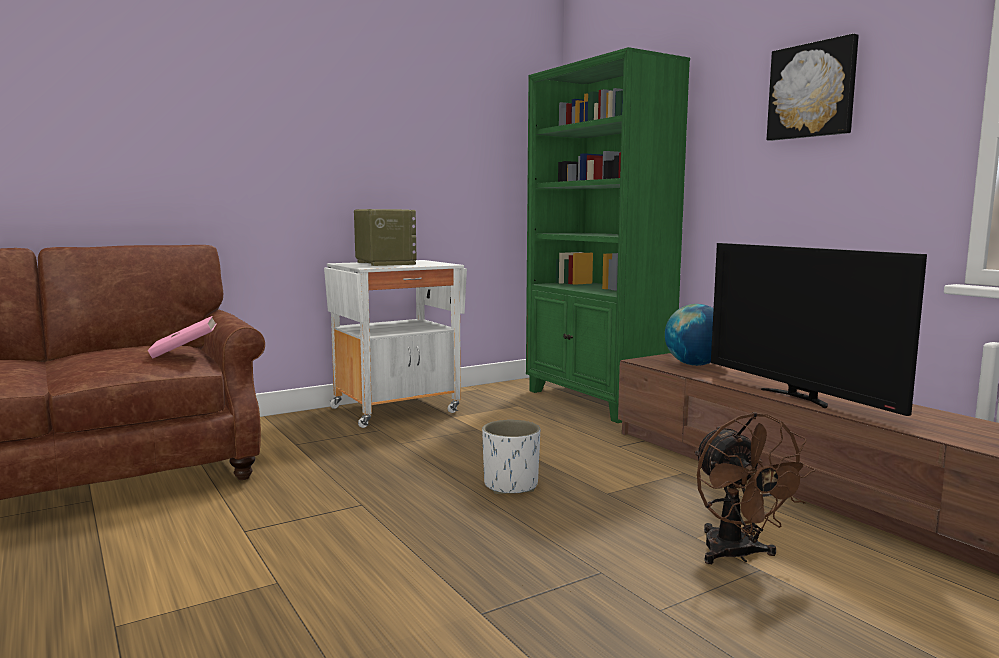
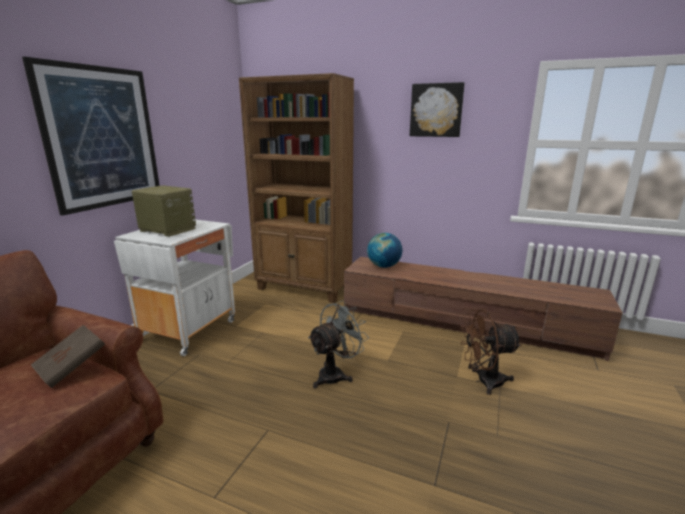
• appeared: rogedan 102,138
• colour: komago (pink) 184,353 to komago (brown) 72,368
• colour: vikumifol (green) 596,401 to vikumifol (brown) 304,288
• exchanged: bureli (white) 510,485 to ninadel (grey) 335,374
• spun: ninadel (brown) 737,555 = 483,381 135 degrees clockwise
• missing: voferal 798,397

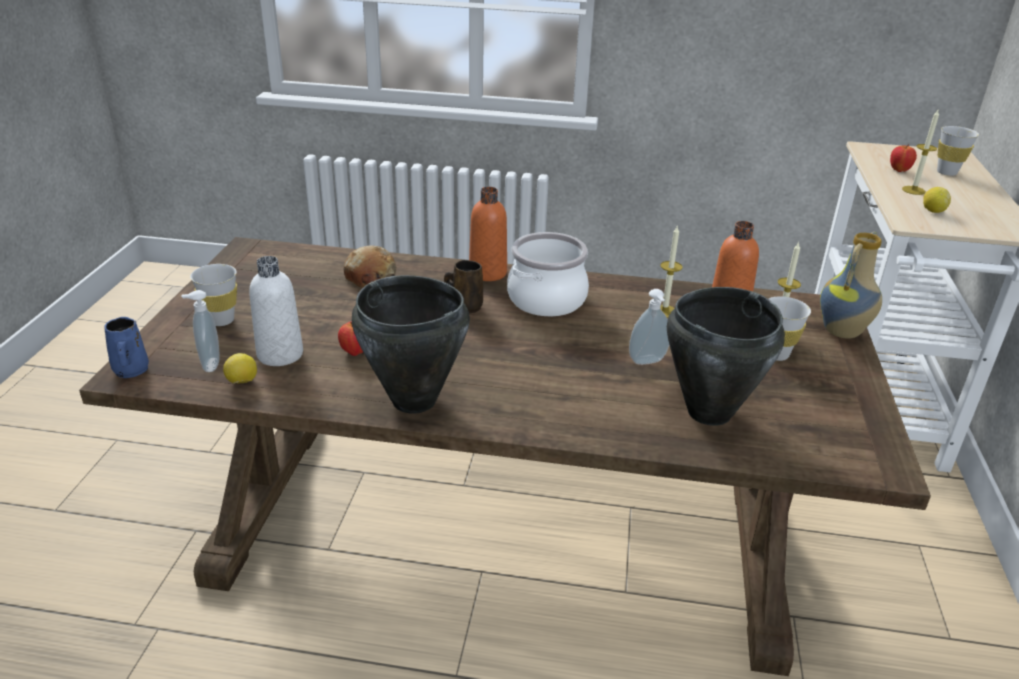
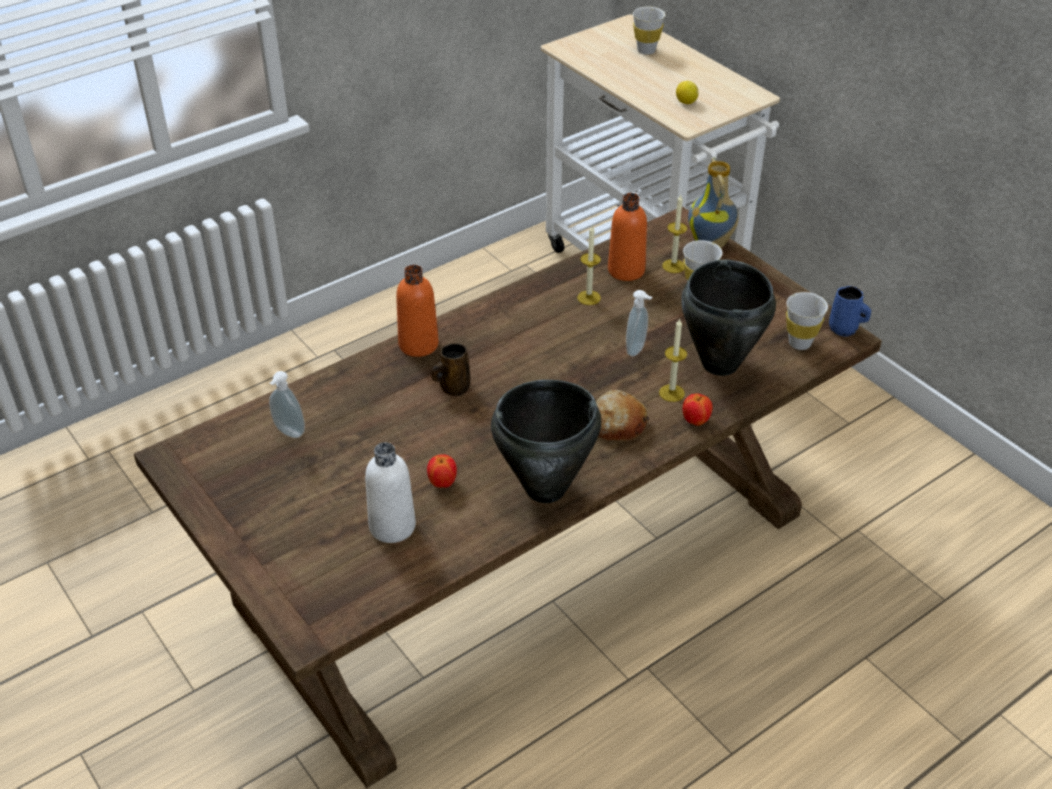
• relocated: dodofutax 209,364 to 288,433
• relocated: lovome 371,277 to 617,424
• relocated: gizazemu 913,190 to 671,393
• relocated: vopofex 899,170 to 695,421
• relocated: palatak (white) 221,320 to 799,343
• relocated: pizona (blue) 131,371 to 844,329
• missing: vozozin 242,382
• missing: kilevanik 546,299

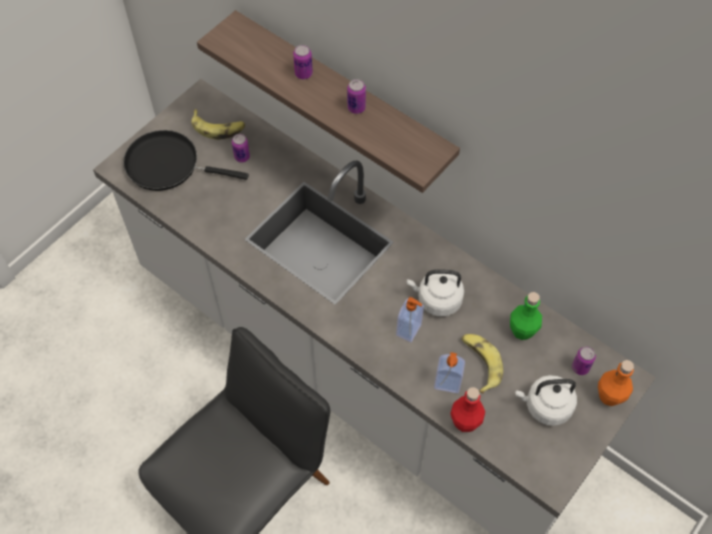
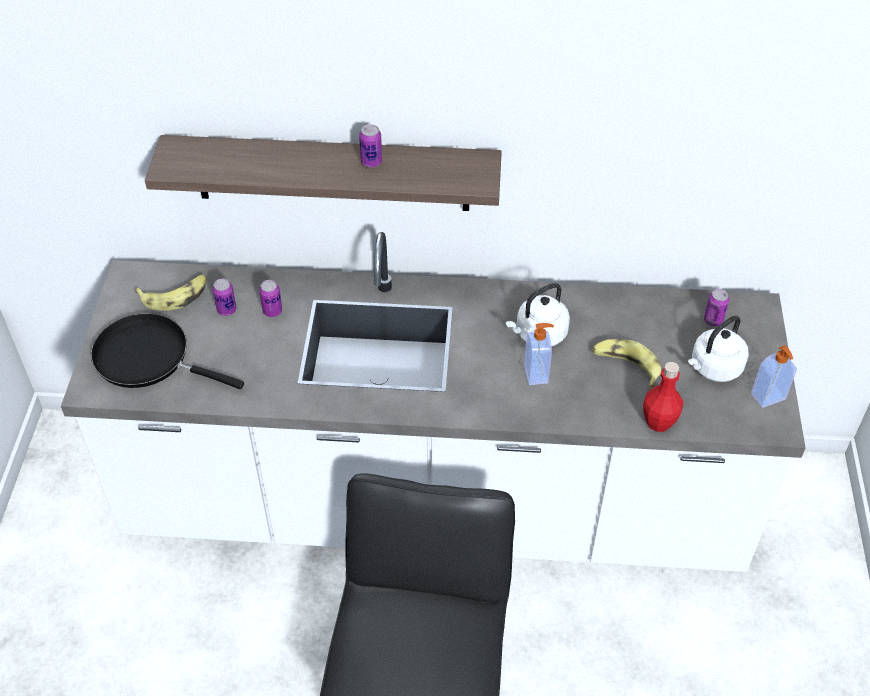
• spun: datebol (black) 168,165 = 148,357 45 degrees clockwise
• relocated: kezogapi 303,74 to 272,311
• relocated: dodofutax 447,384 to 768,397
• missing: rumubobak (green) 522,331
• missing: rumubobak (orange) 609,396

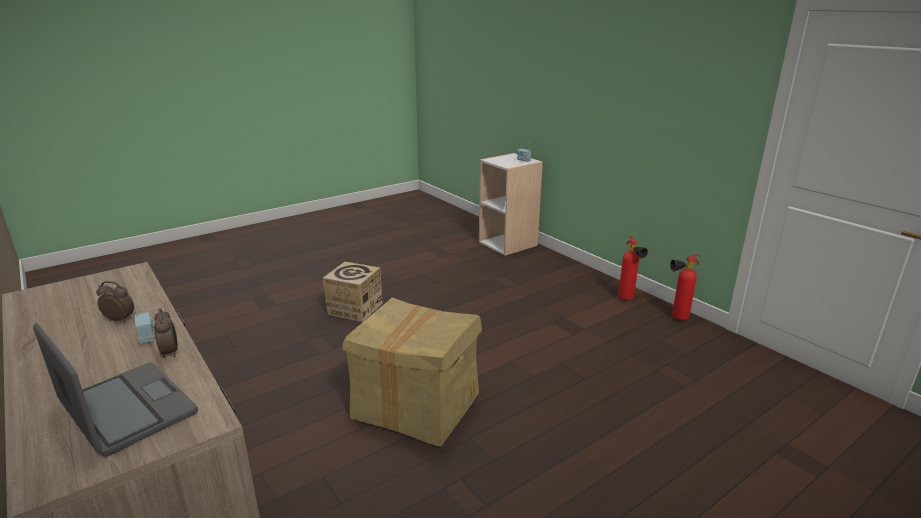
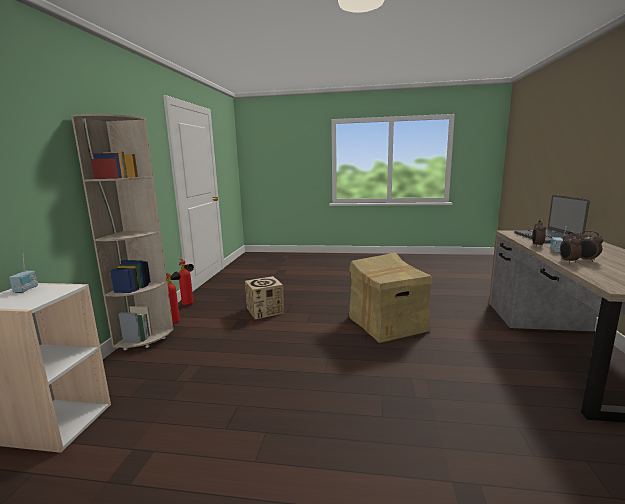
• appeared: vikumifol (beige) 144,342
• relocated: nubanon 355,308 to 265,310
• appeared: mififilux 568,261

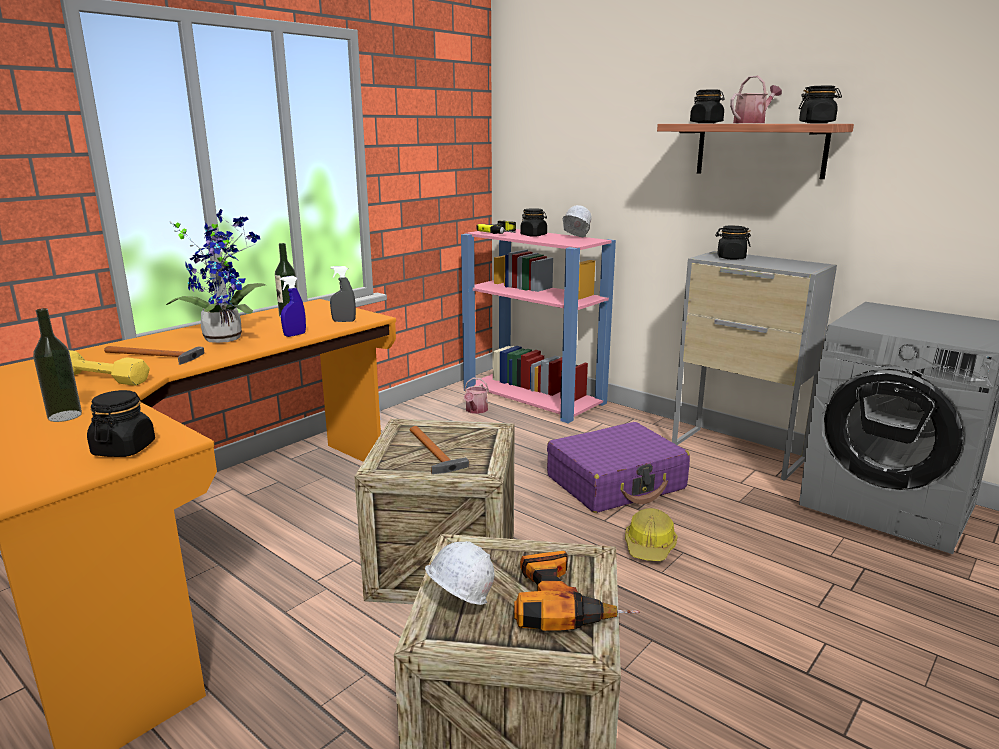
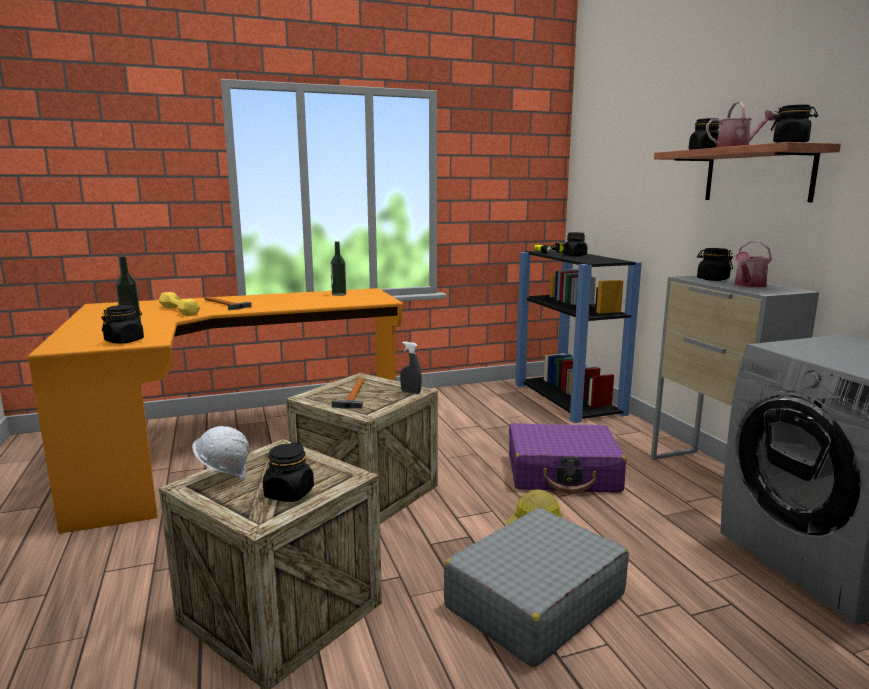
• exchanged: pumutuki 564,603 to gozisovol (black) 289,494
• relocated: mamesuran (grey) 344,321 to 410,392
• appeared: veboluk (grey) 534,601
• colour: vikumifol (pink) 534,397 to vikumifol (black) 568,399
• relocated: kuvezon 475,410 to 748,285
• missing: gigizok 226,337
• missing: mamesuran (blue) 295,335
• missing: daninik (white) 575,238

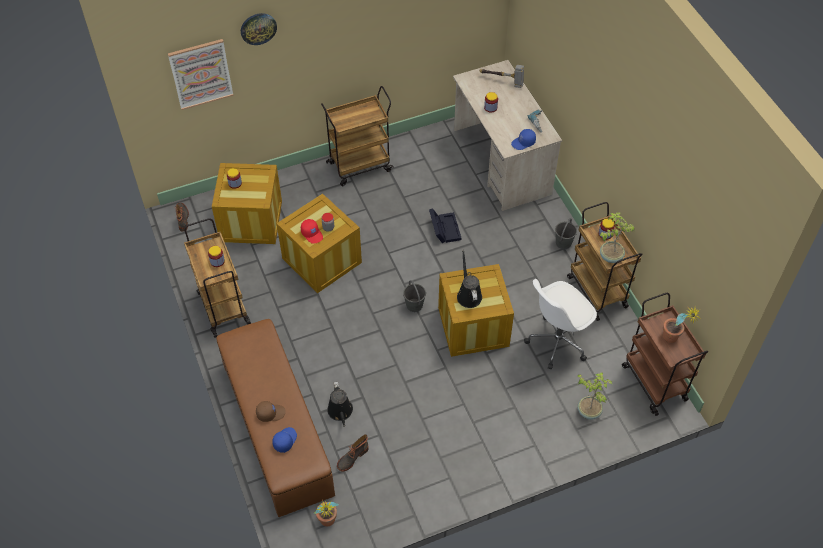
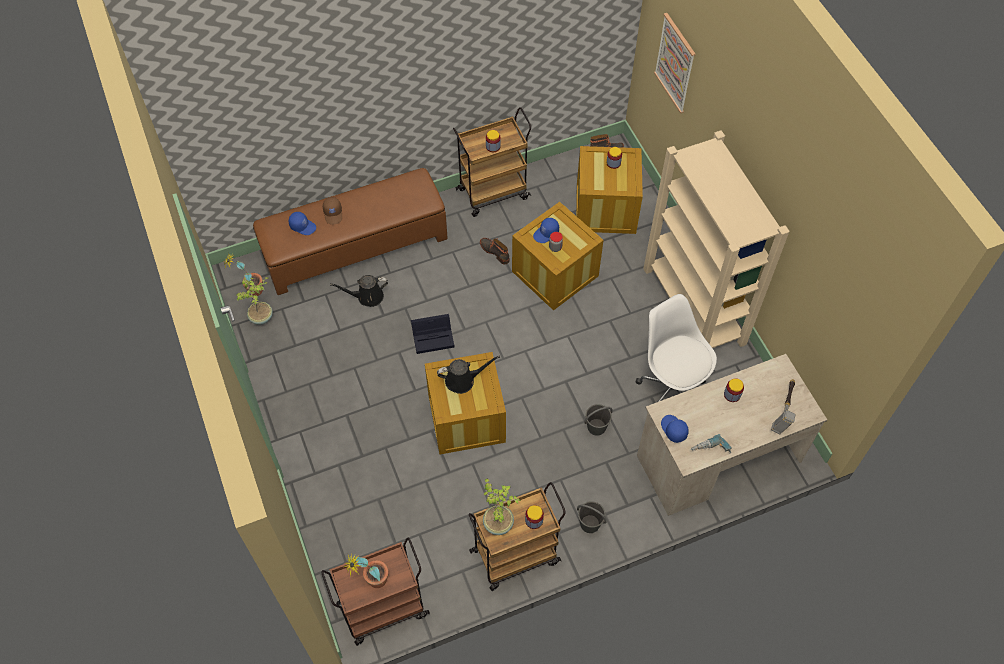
• relocated: gigizok 589,411 to 262,317
• relocated: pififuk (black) 444,228 to 434,337
• relocated: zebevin 352,457 to 495,252
• colour: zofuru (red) 312,234 to zofuru (blue) 546,233
• relocated: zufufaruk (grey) 414,305 to 596,427
• relocated: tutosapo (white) 555,343 to 669,390
• exchanged: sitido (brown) 360,166 to vikumifol (beige) 694,306
• missing: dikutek 258,28

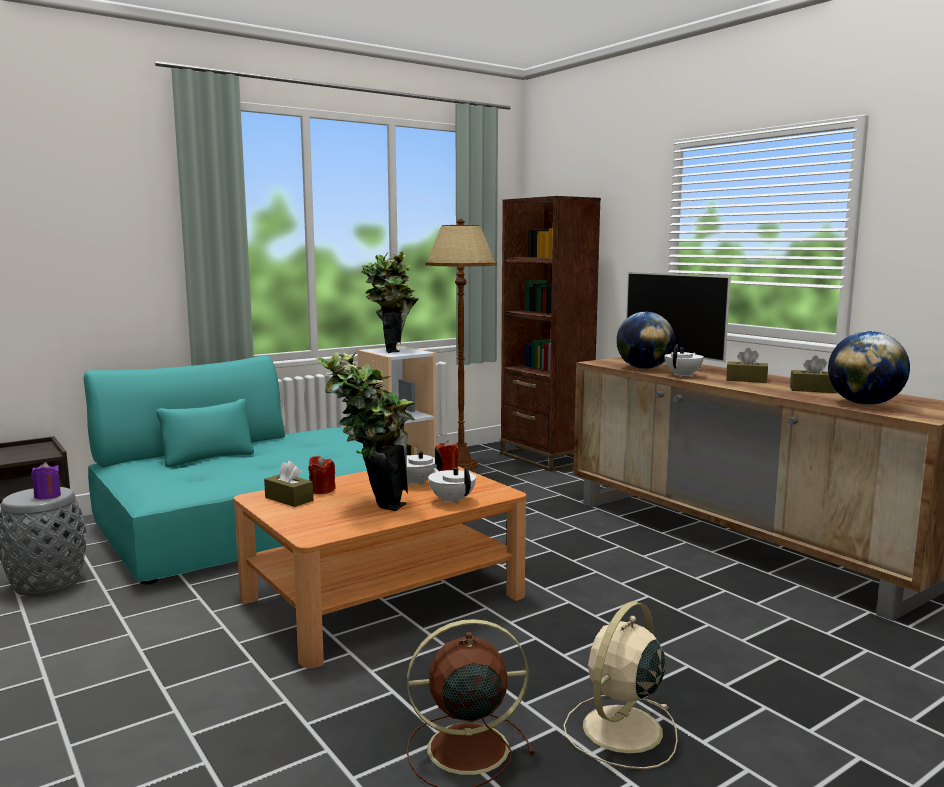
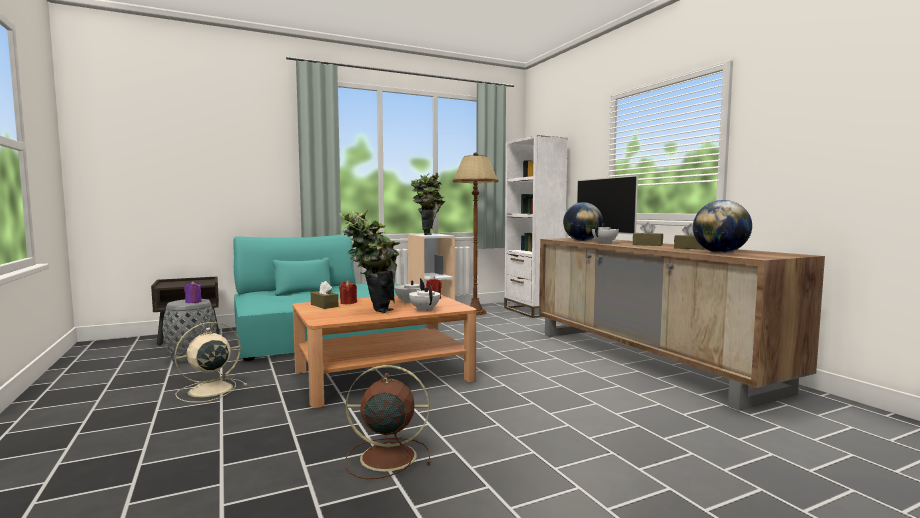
• relocated: ninadel (beige) 620,731 to 208,390
• colour: vikumifol (brown) 545,458 to vikumifol (white) 533,311

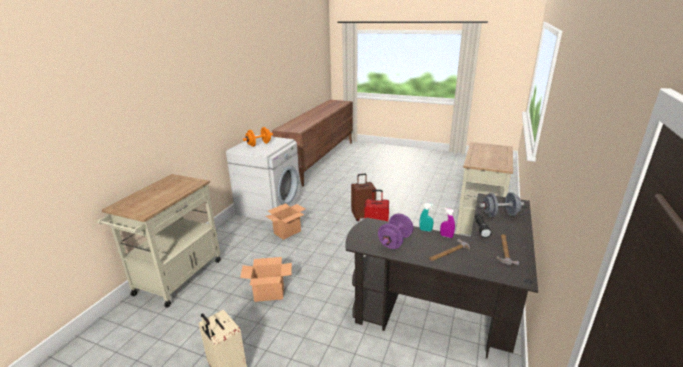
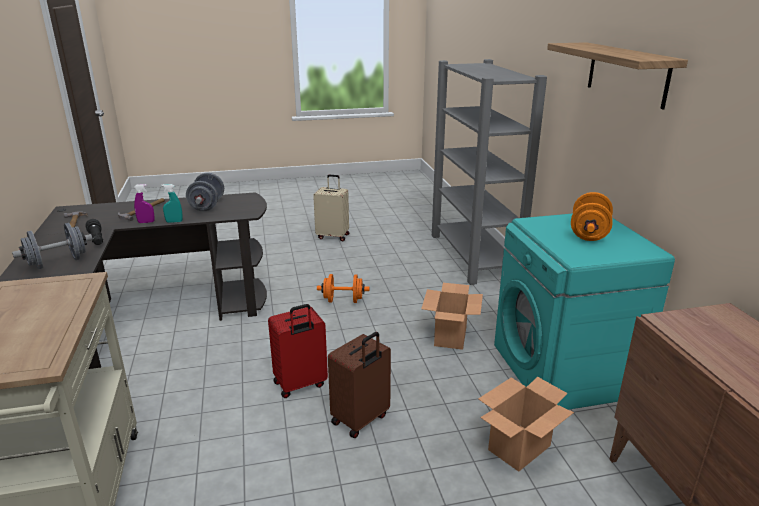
• colour: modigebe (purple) 395,242 to modigebe (grey) 207,206
• appeared: modigebe (orange) 343,300
• exchanged: sitido (beige) 177,279 to vikumifol (grey) 474,255
• relocated: nubanon 269,293 to 519,448
• colour: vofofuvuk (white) 270,206 to vofofuvuk (turquoise) 561,370
• appeared: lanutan 627,73

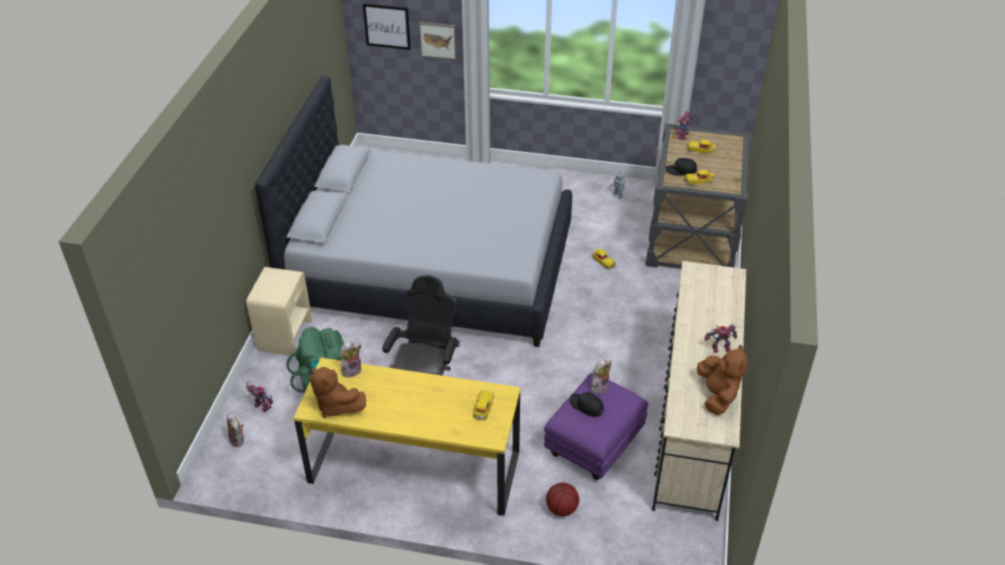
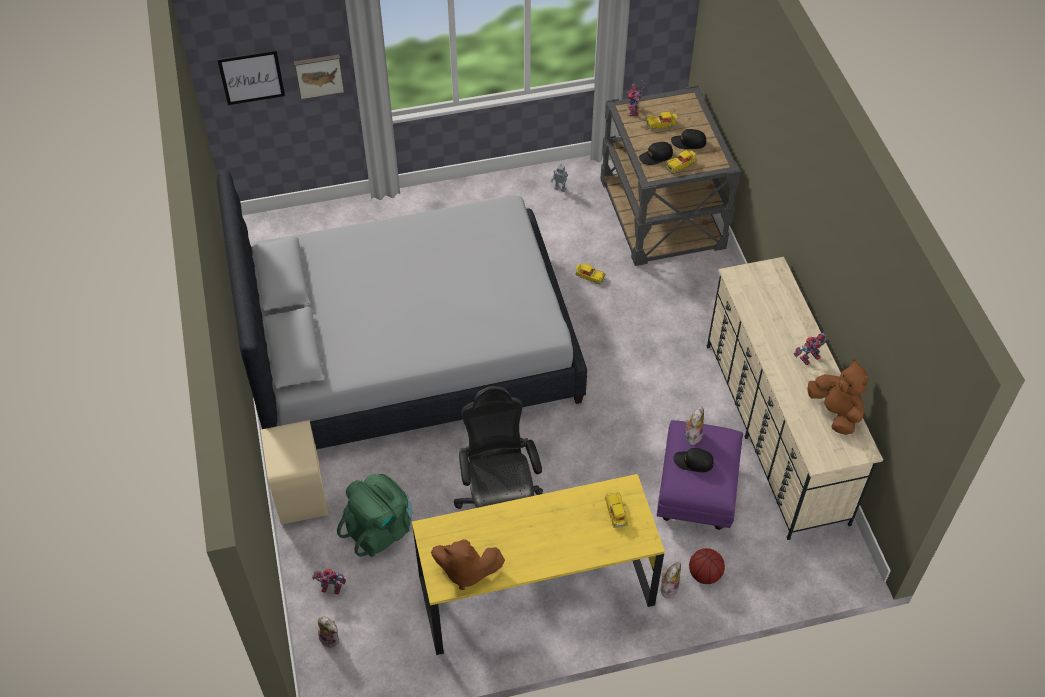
• relocated: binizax 351,370 to 668,587
• appeared: zofuru (black) 688,142

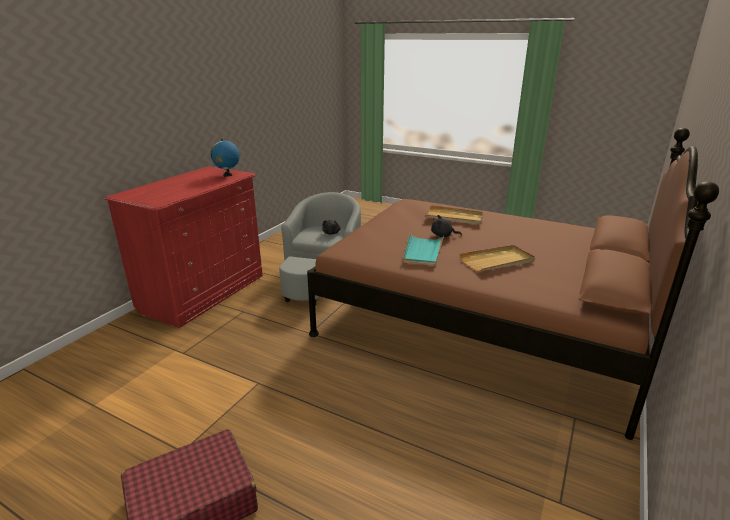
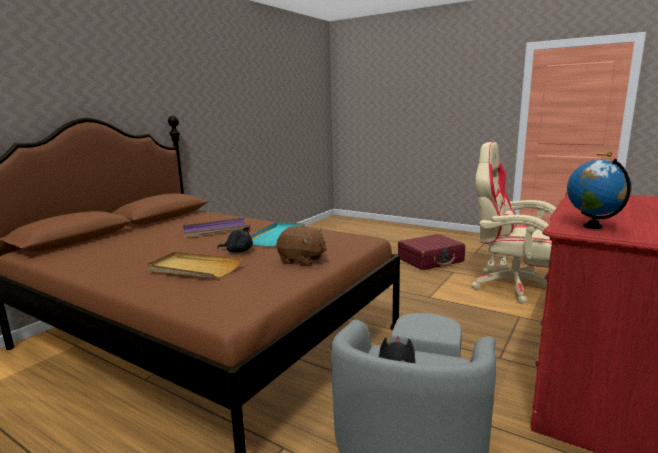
• colour: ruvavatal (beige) 497,261 to ruvavatal (purple) 216,230
• appeared: binizax (brown) 302,260
• appeared: tutosapo (beige) 513,286

